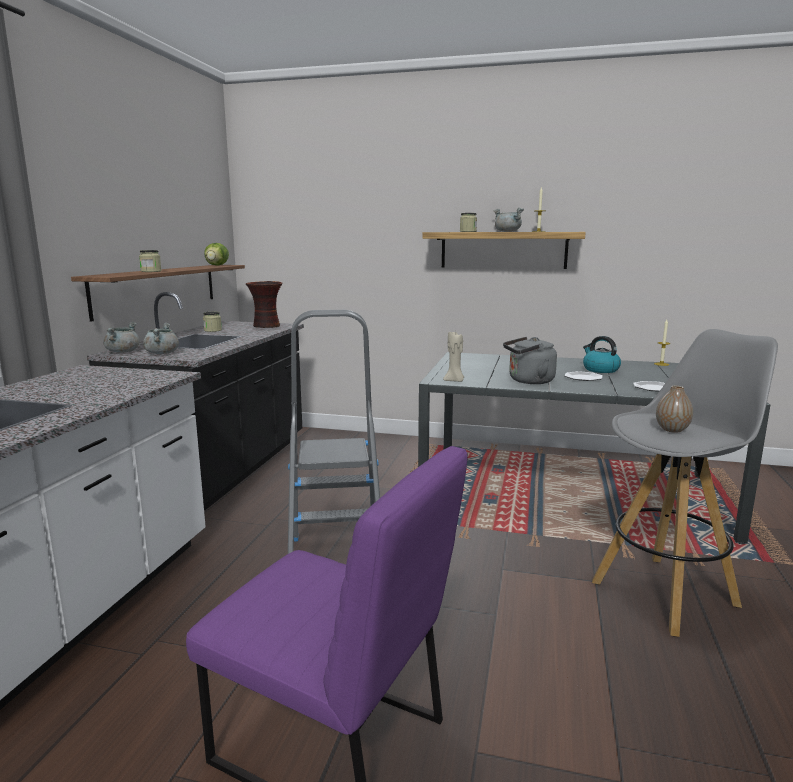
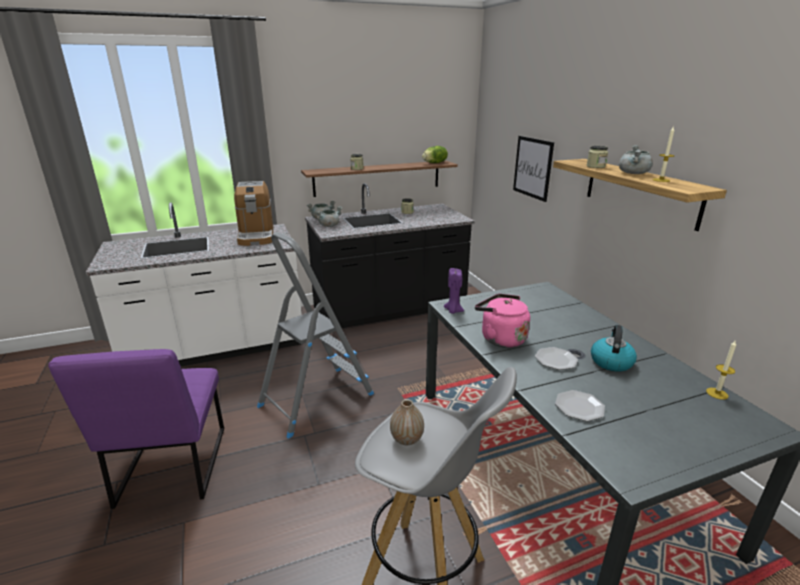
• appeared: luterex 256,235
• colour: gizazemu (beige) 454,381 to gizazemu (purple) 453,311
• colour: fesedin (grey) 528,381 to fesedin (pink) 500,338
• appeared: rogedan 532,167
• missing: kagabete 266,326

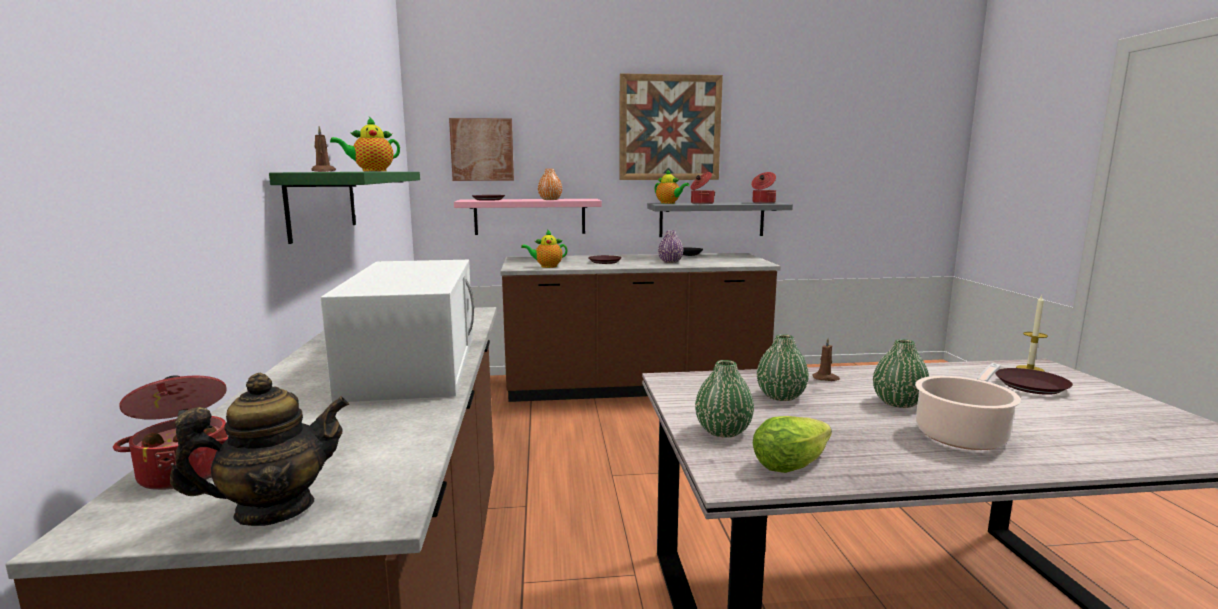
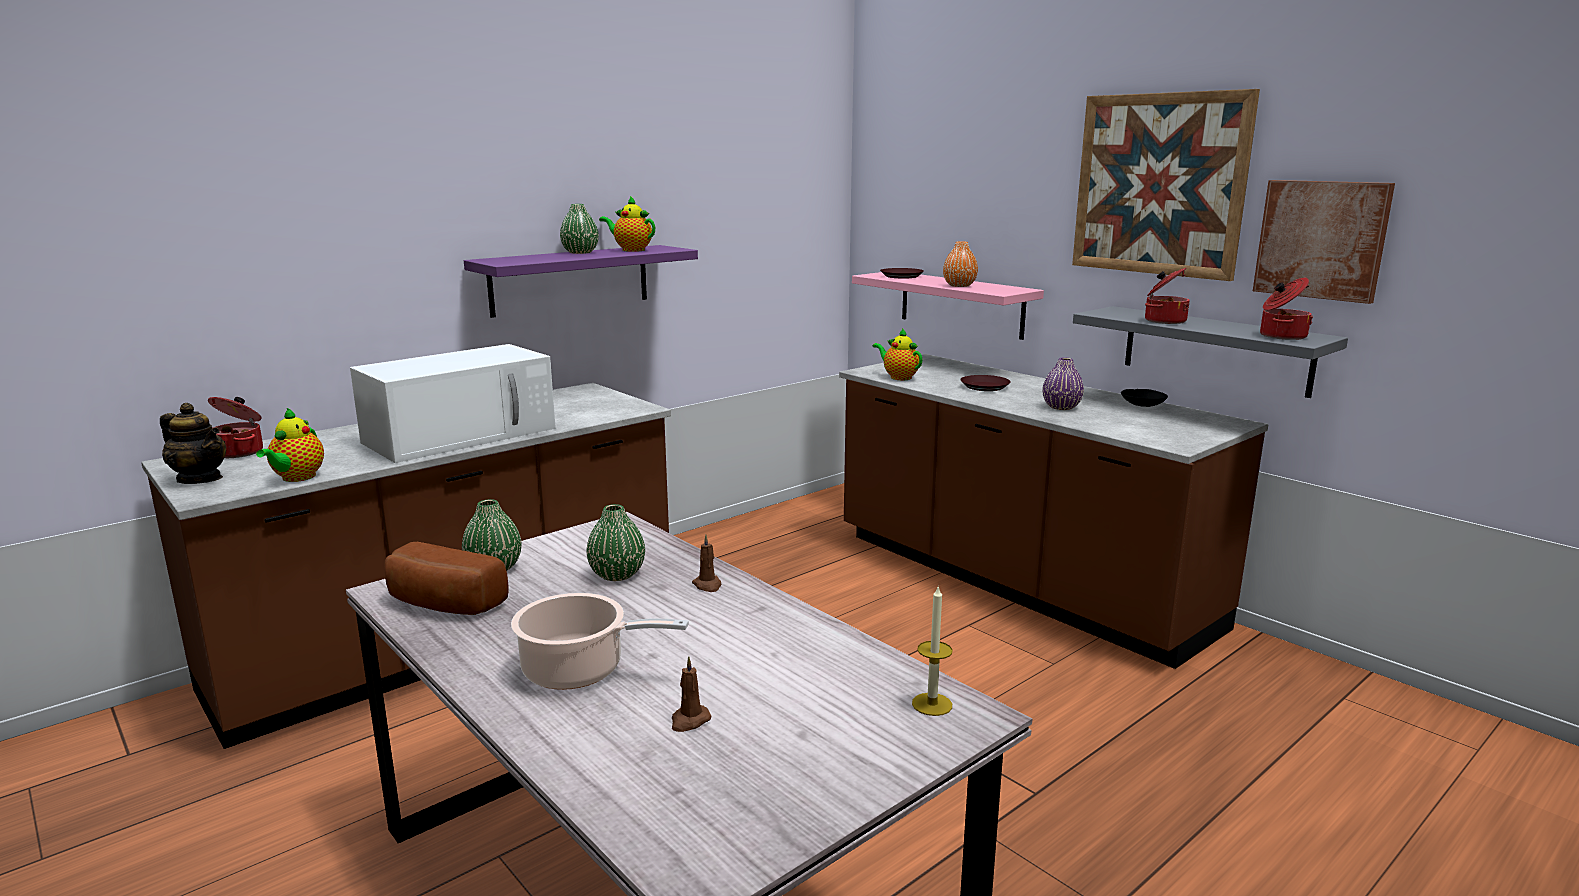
• relocated: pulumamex 669,203 to 296,478
• exchanged: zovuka 794,462 to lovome 442,605
• colour: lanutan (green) 323,202 to lanutan (purple) 570,280
• relocated: kagabete (green) 898,402 to 580,252
• relocated: gizazemu (brown) 323,171 to 689,721
• relocated: rogedan 482,150 to 1321,240
• missing: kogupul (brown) 1032,386

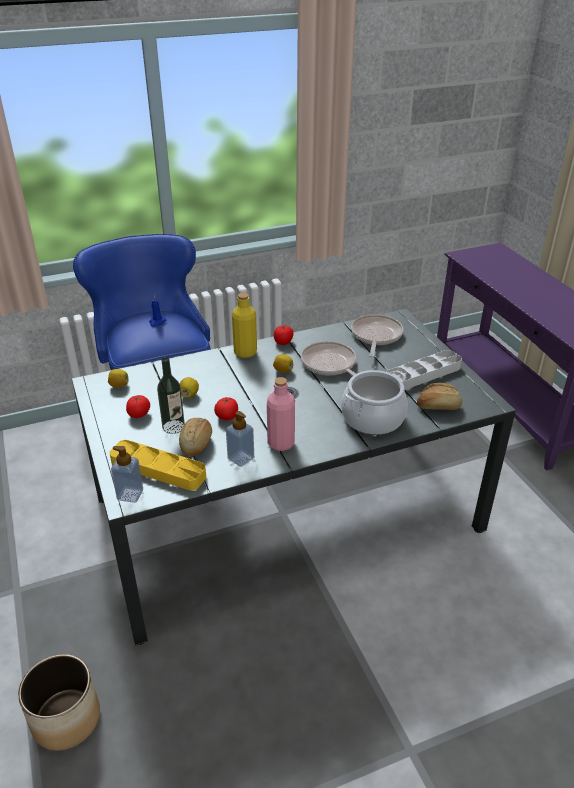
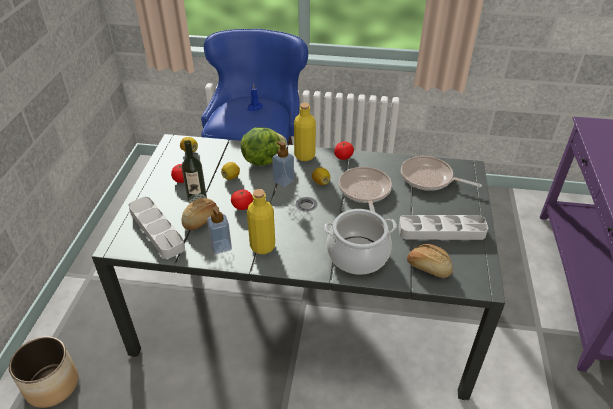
• colour: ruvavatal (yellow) 158,469 to ruvavatal (grey) 157,230
• appeared: zovuka 263,159
• colour: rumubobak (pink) 281,443 to rumubobak (yellow) 262,246
• relocated: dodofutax 130,494 to 283,181
• spun: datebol 375,336 = 429,178 105 degrees counterclockwise

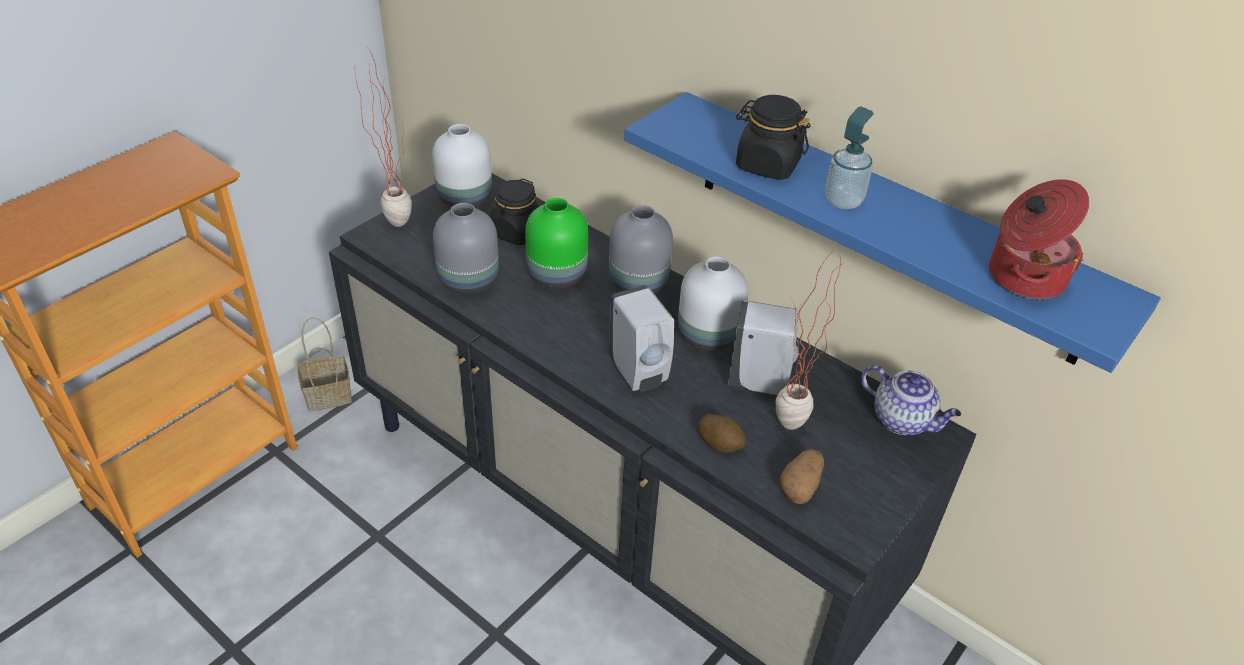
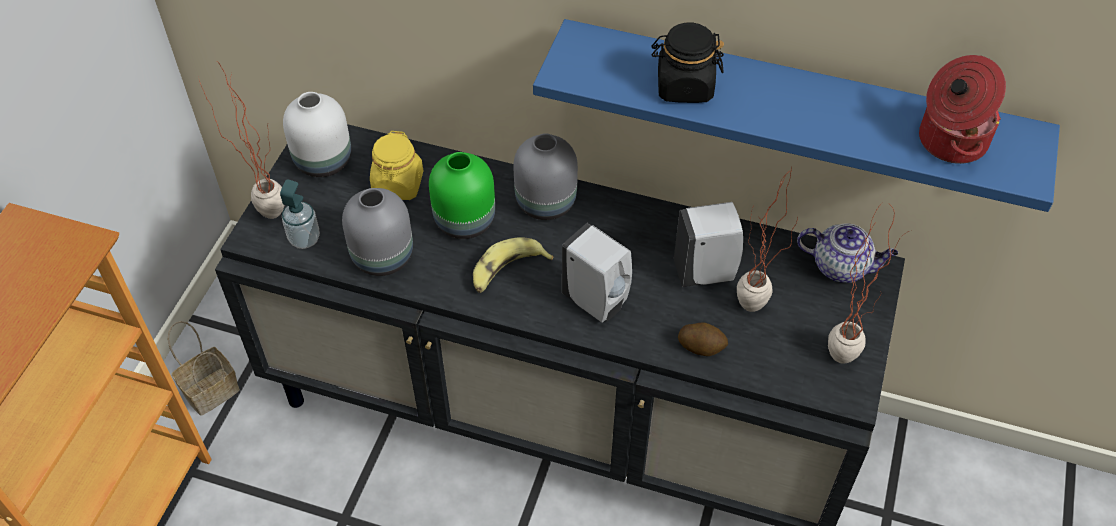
• relocated: dodofutax 843,201 to 304,239
• colour: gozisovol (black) 516,232 to gozisovol (yellow) 398,184
• appeared: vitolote 507,271
• appeared: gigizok 845,348
• missing: kagabete (white) 707,334
• missing: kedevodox 801,486

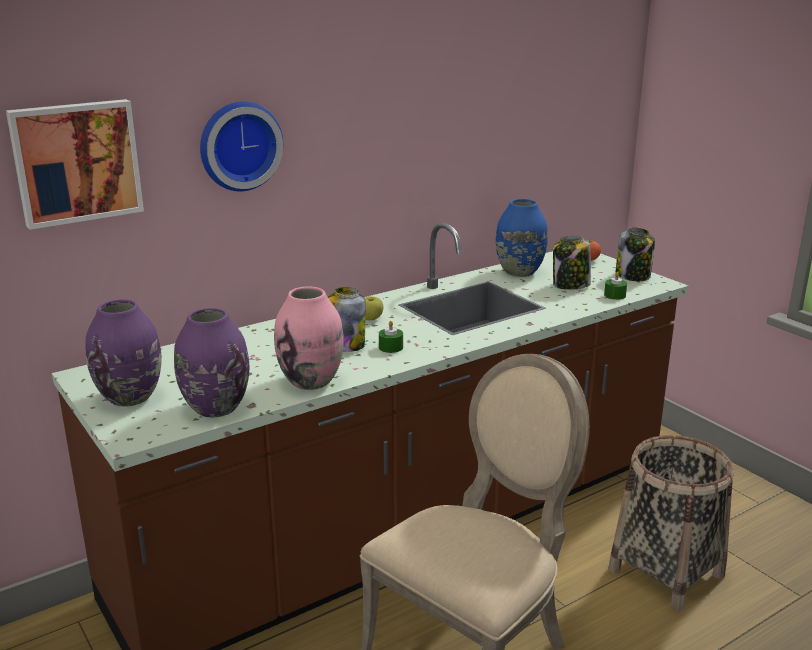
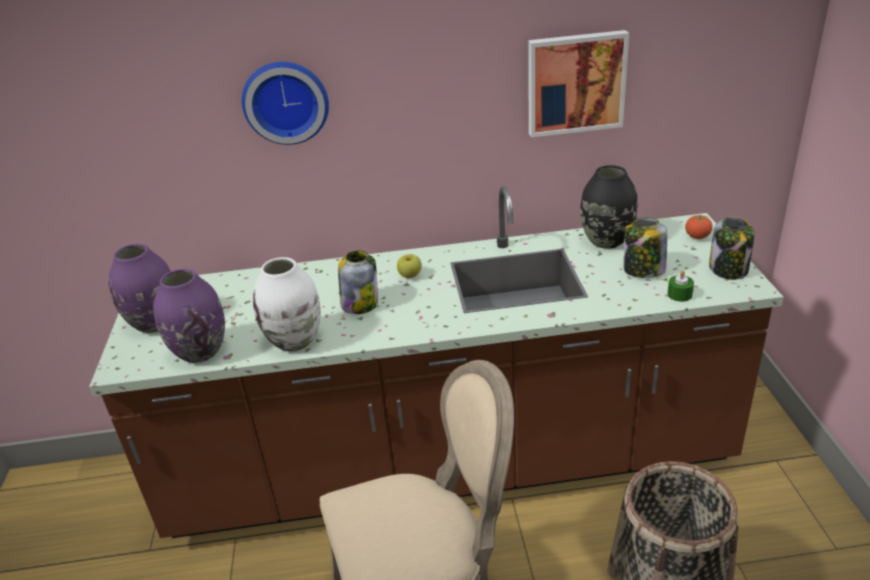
• colour: kagabete (pink) 311,381 to kagabete (white) 295,341
• relocated: rogedan 76,162 to 575,83
• colour: kagabete (blue) 519,272 to kagabete (black) 606,241
• missing: gizazemu (green) 391,347

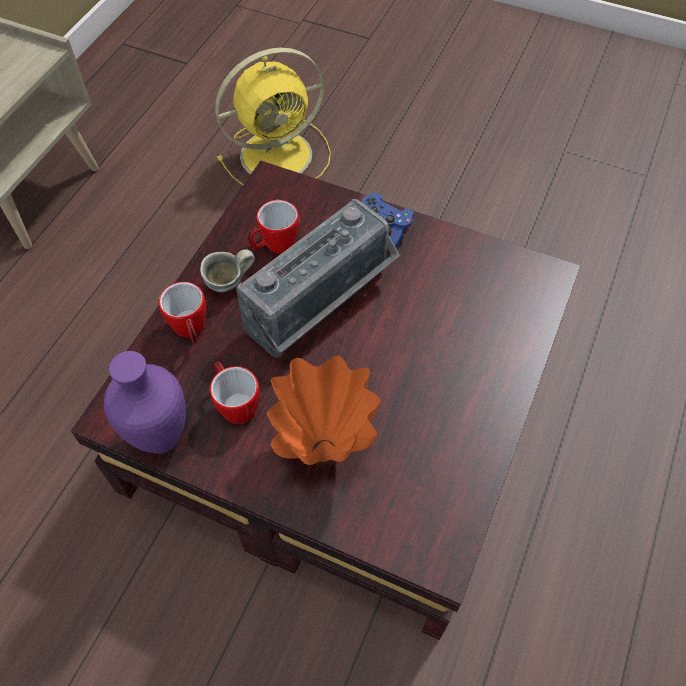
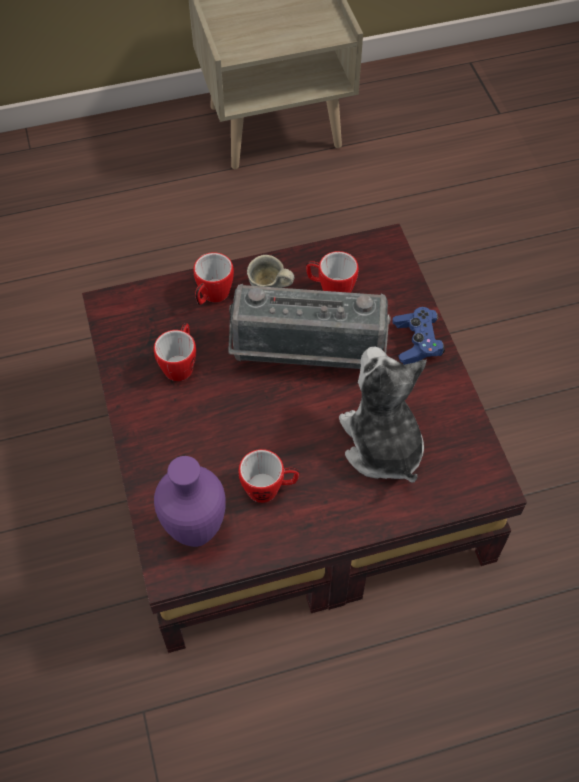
• relocated: kagabete (purple) 164,439 to 196,534
• appeared: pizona 269,488
• appeared: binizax 381,444
• missing: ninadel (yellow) 279,154
• missing: kagabete (orange) 326,449

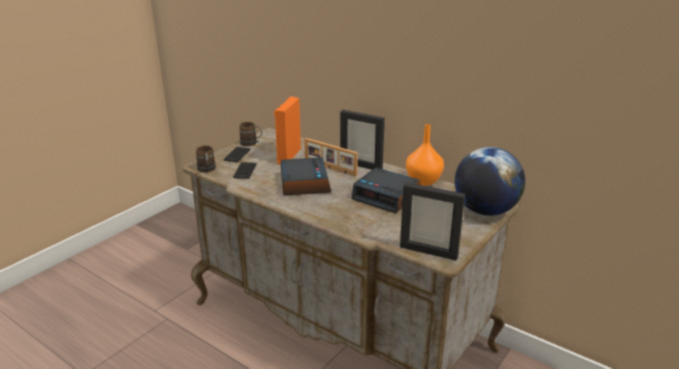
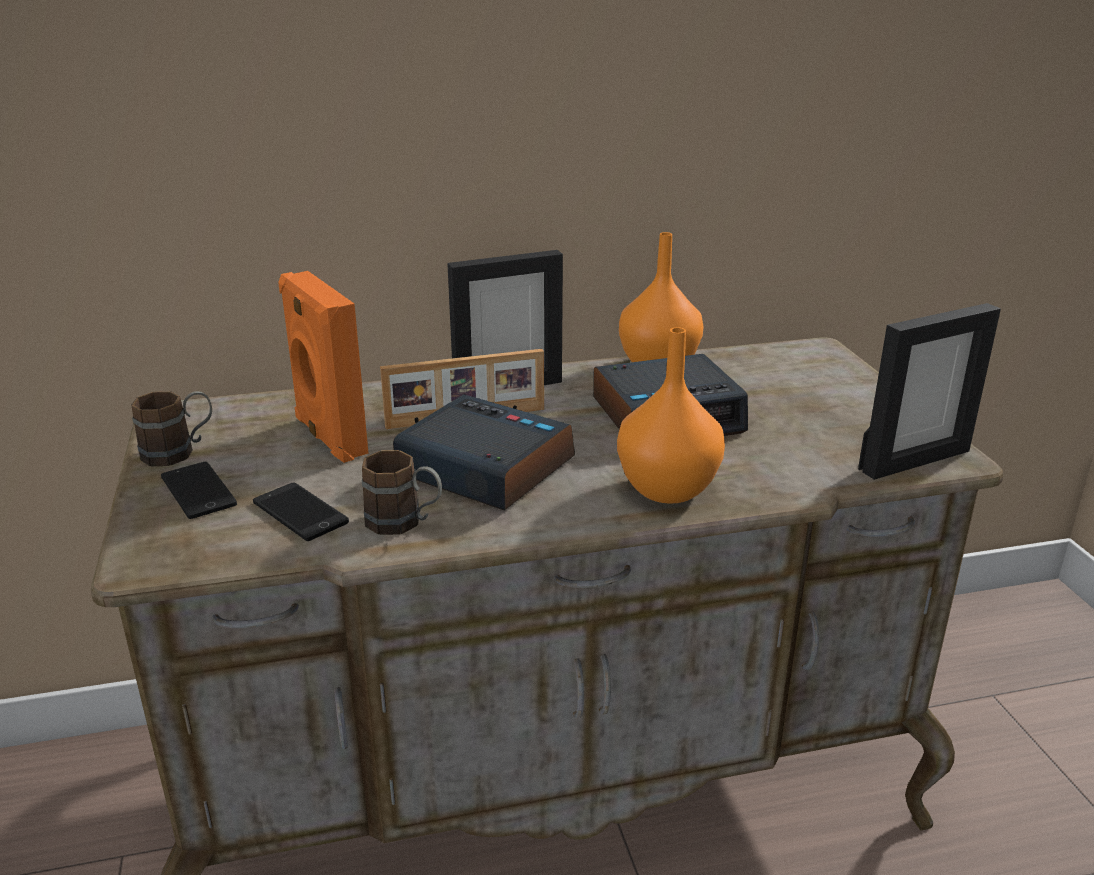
• relocated: pizona (brown) 207,170 to 405,523
• appeared: kagabete (orange) 668,490
• missing: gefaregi 485,211

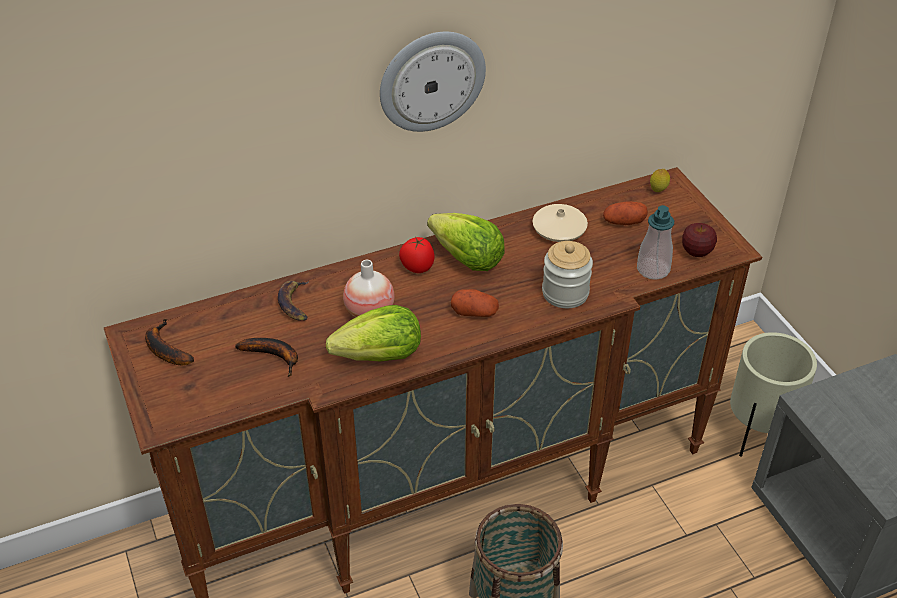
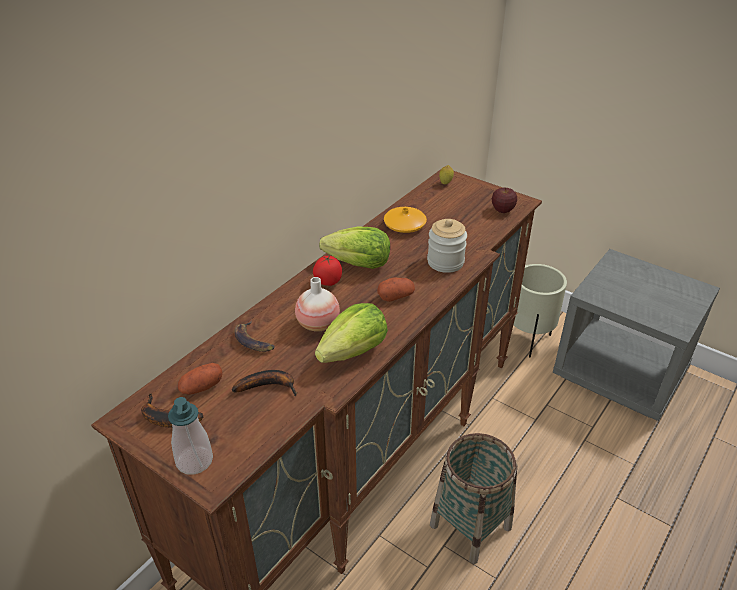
• relocated: dodofutax 653,269 to 194,461
• relocated: kedevodox 624,222 to 201,387
• colour: kagabete (beige) 559,229 to kagabete (orange) 404,225
• missing: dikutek 431,80

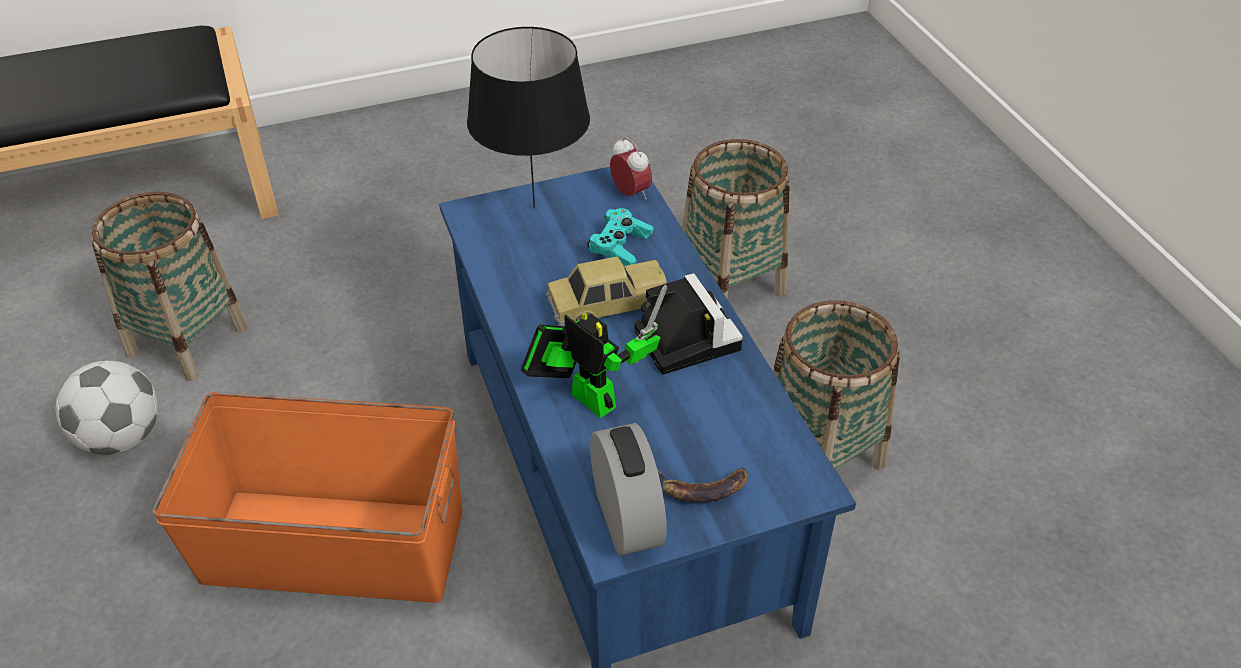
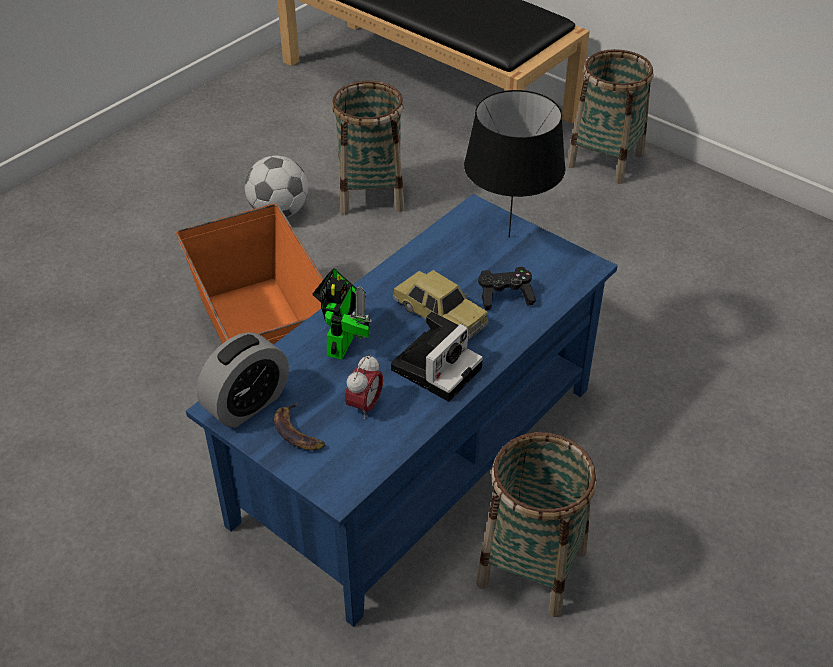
• relocated: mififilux 630,194 to 365,406
• colour: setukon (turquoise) 620,248 to setukon (black) 505,296
• relocated: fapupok 730,284 to 605,160

